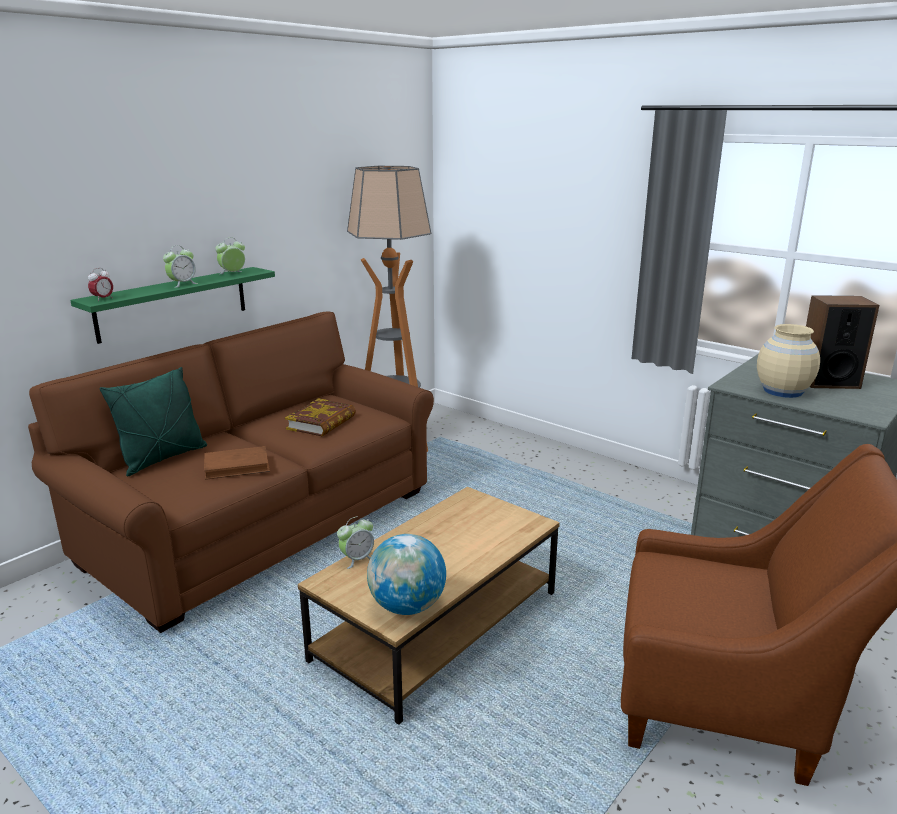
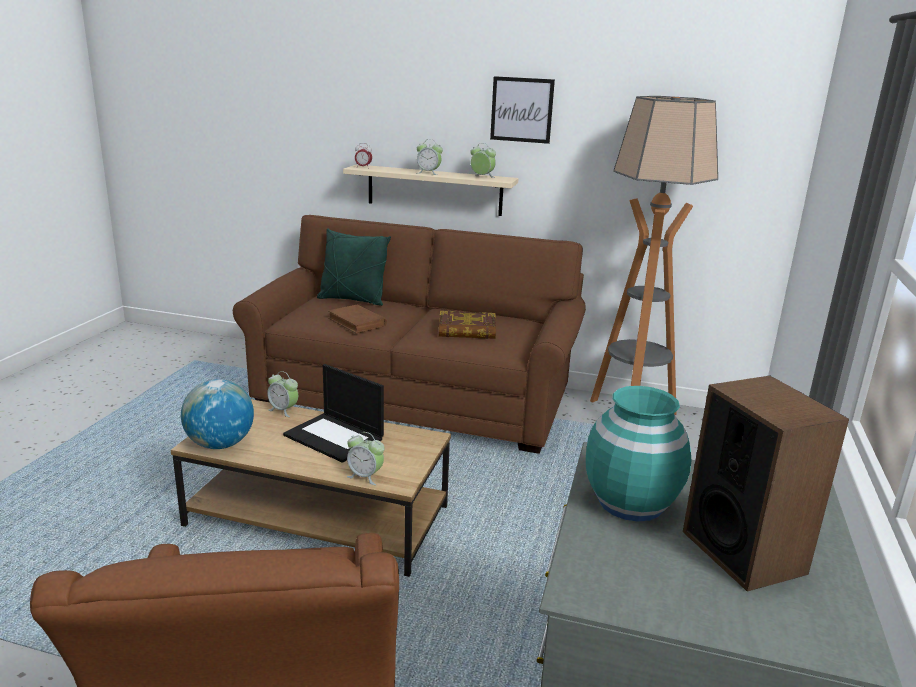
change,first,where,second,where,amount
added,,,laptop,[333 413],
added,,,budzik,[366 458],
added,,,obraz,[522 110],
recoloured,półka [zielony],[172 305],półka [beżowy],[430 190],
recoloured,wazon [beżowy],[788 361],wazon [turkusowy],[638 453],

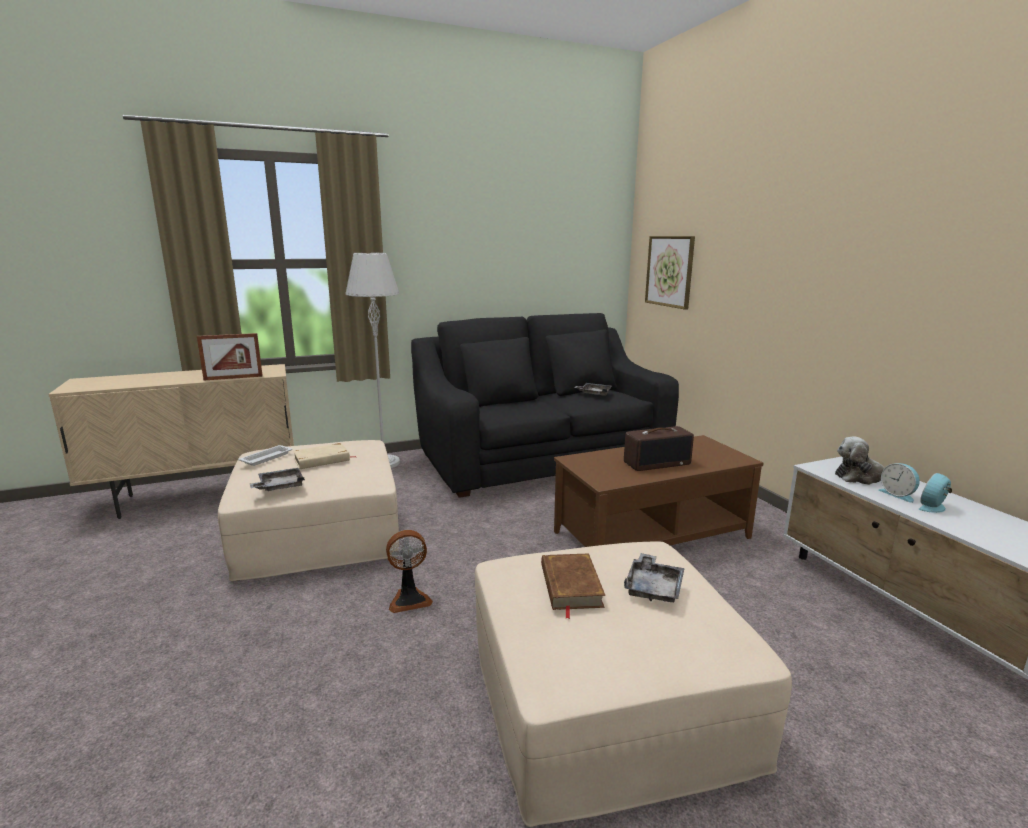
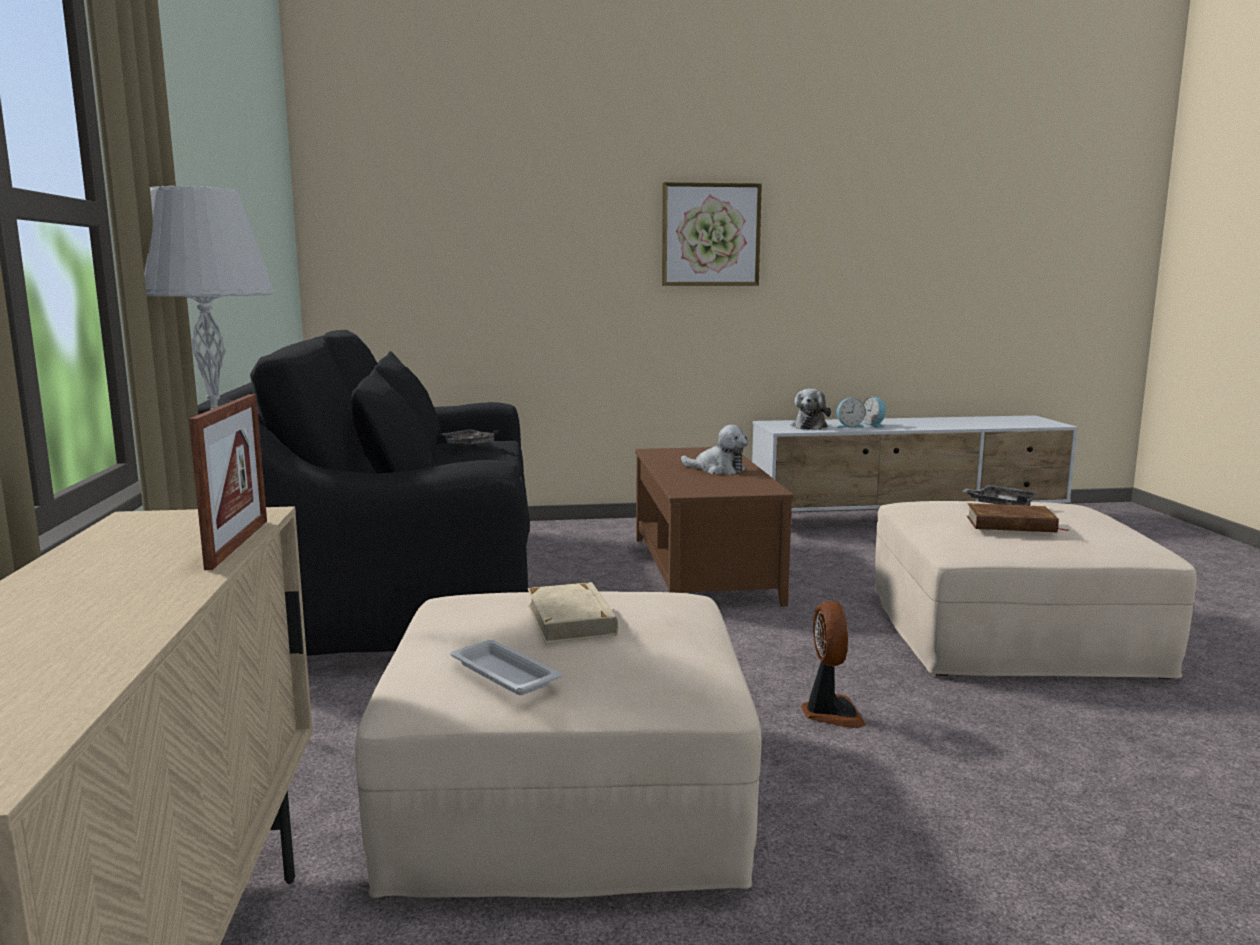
change,first,where,second,where,amount
removed,taca [szary],[277 479],,,
moved,obraz,[670 273],,[712 234],
replaced,radio,[659 448],pluszak,[714 449],

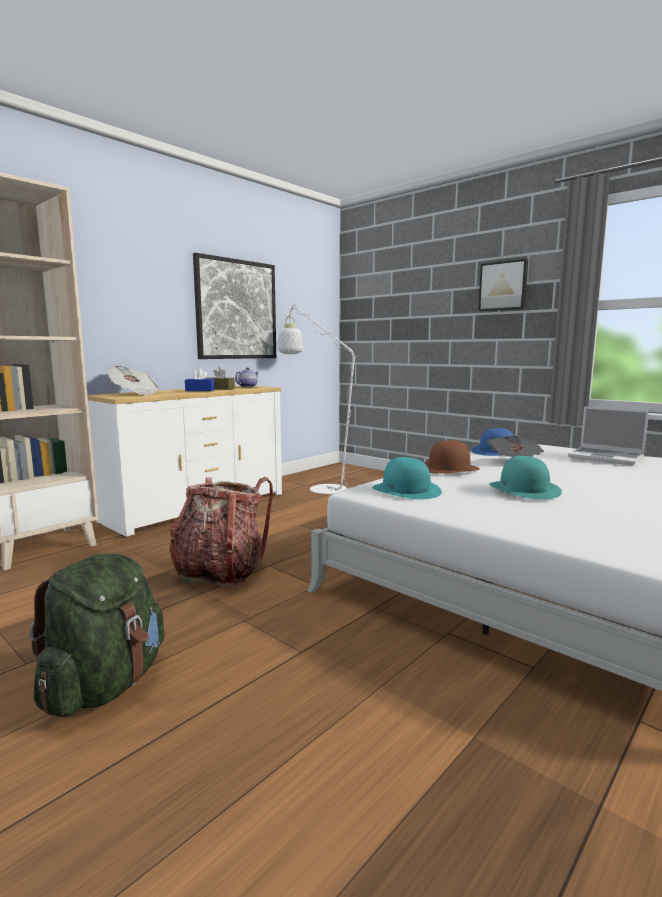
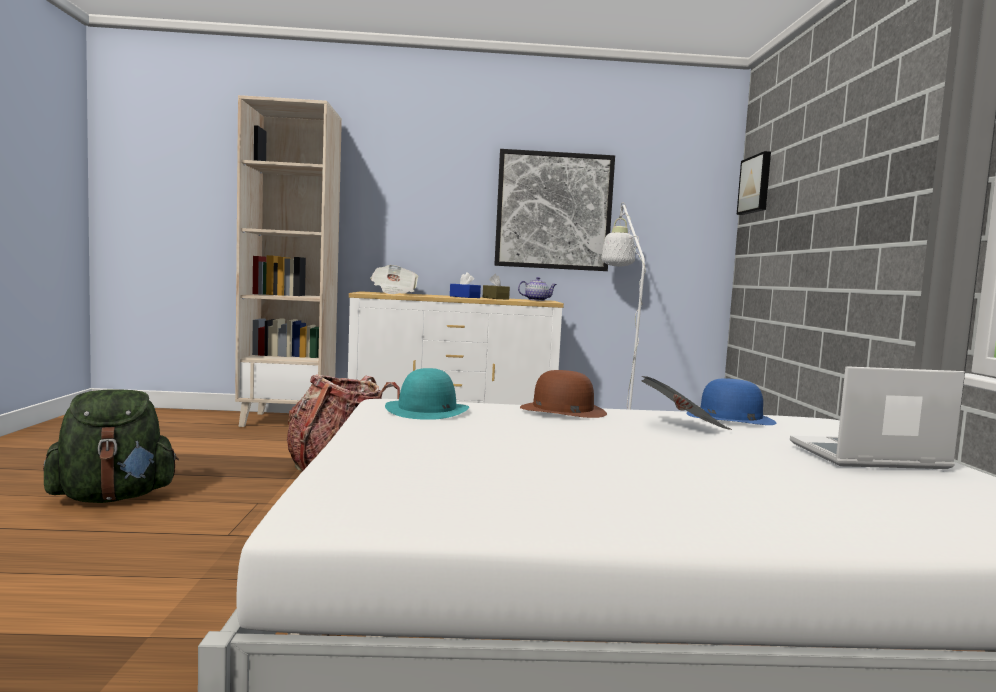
change,first,where,second,where,amount
removed,kapelusz [turkusowy],[525 477],,,
moved,obraz,[503 285],,[754 183],
turned,laptop,[608 436],,[877 417],90 degrees clockwise

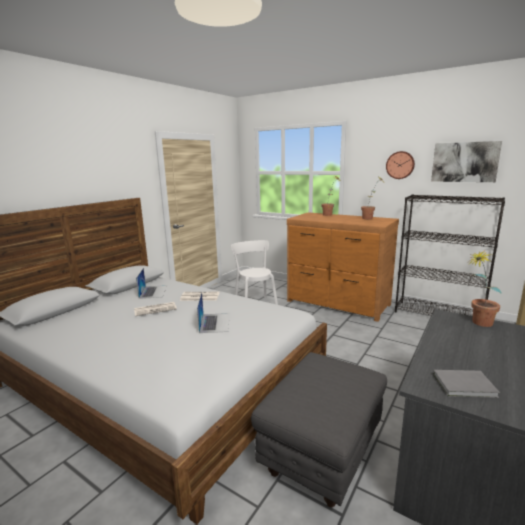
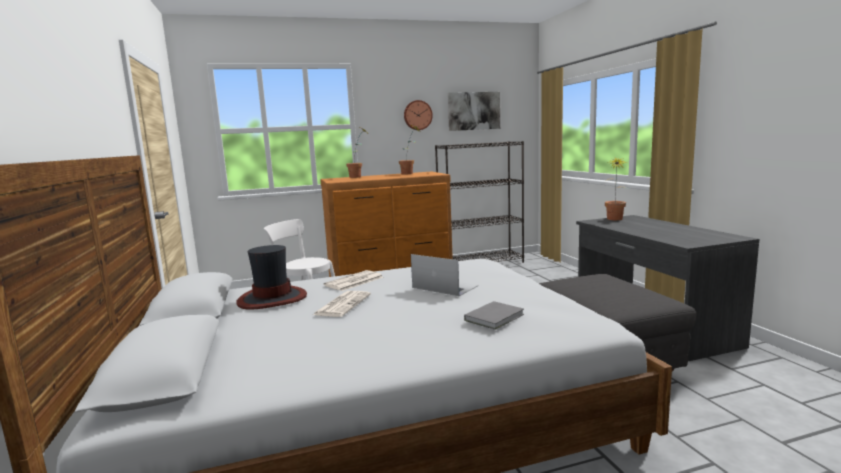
change,first,where,second,where,amount
moved,książka [szary],[466 384],,[494 315],
replaced,laptop,[151 283],kapelusz,[271 277],

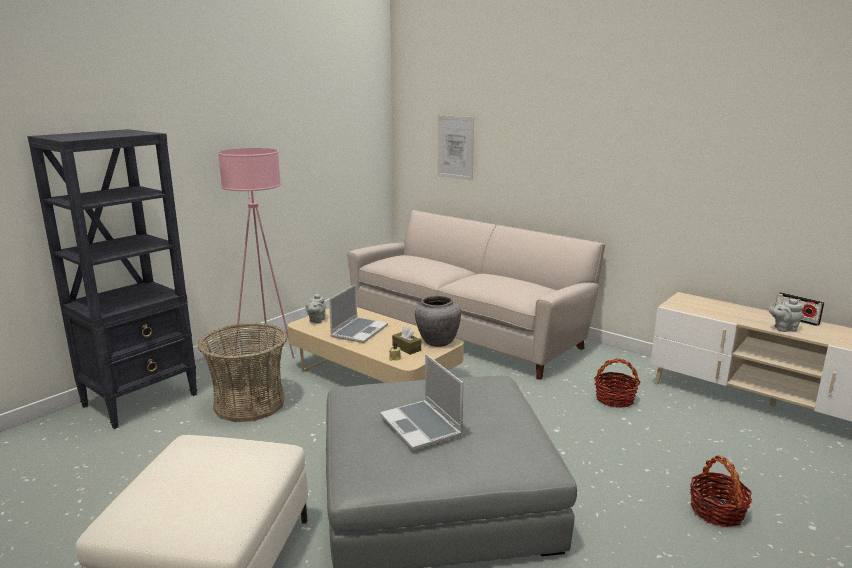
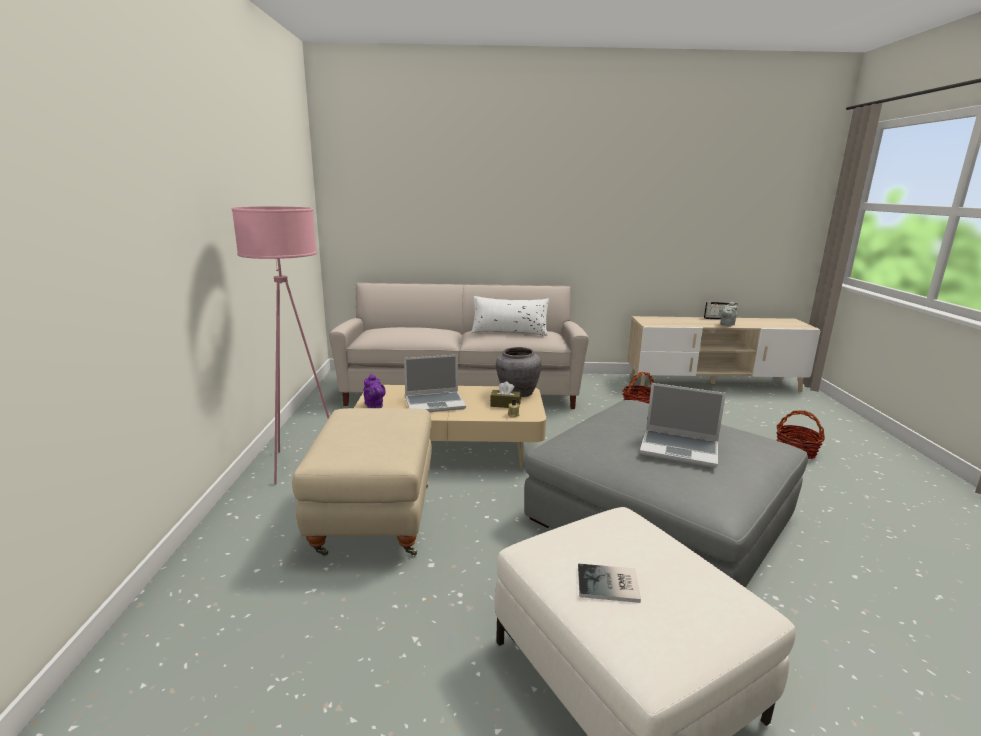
change,first,where,second,where,amount
removed,regał [czarny],[112 279],,,
removed,obraz,[456 148],,,
added,,,poduszka [biały],[510 316],
added,,,książka,[609 583],
replaced,koszyk,[243 372],pufa [beżowy],[362 482],
recoloured,imbryk [szary],[316 308],imbryk [fioletowy],[374 391],
turned,laptop,[358 313],,[435 383],90 degrees clockwise

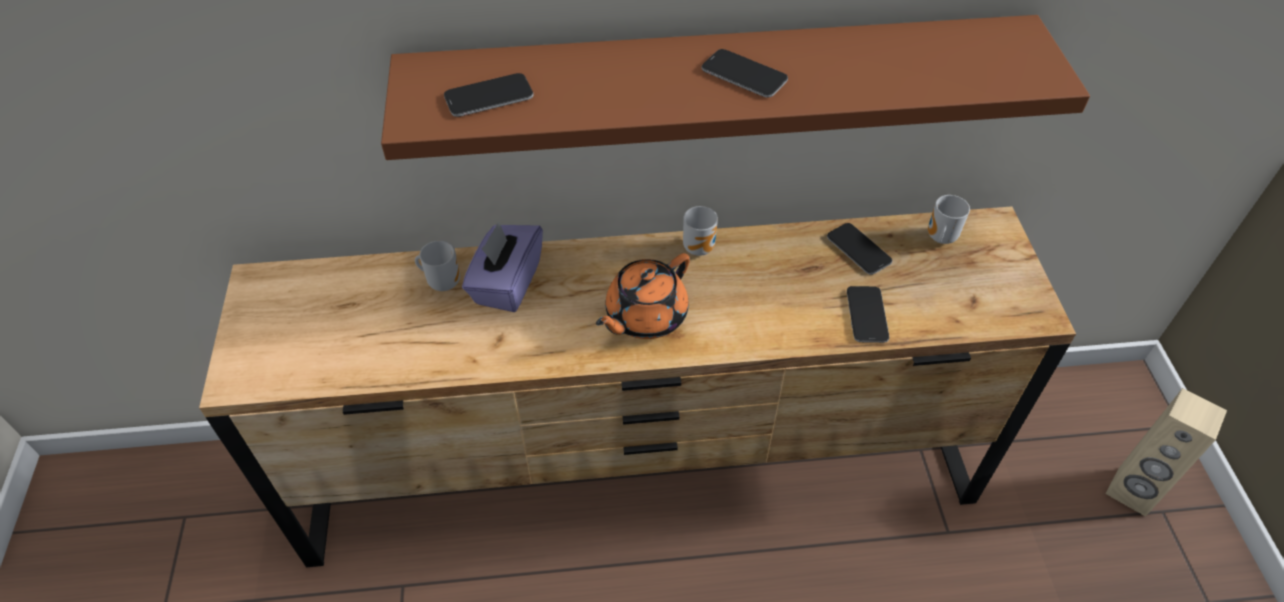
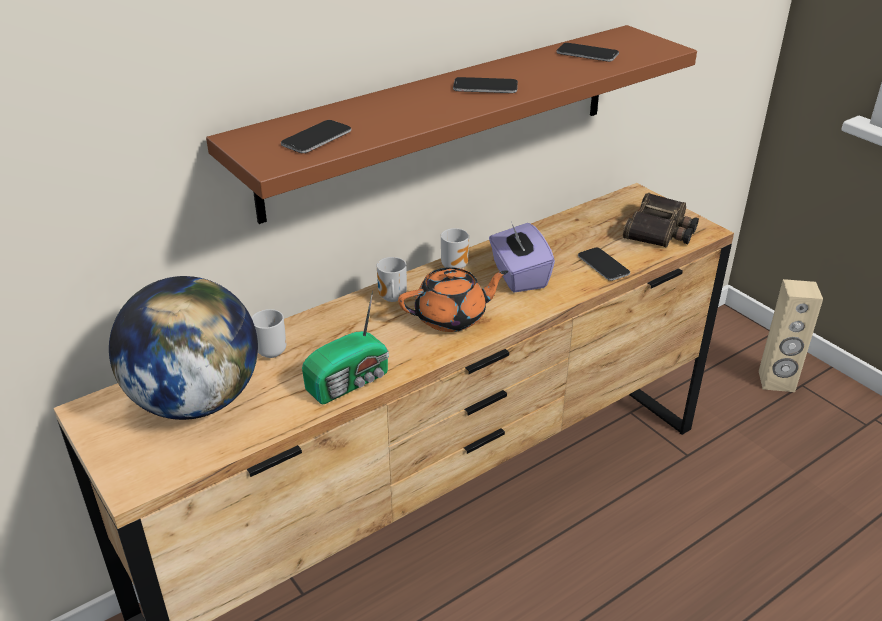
change,first,where,second,where,amount
added,,,globus,[183 348],
added,,,radio,[345 347],
added,,,lornetka,[661 220],
moved,pudełko chusteczek [fioletowy],[502 266],,[522 257],
moved,telefon,[859 249],,[588 52],
moved,kubek,[949 219],,[392 279],
turned,imbryk [pomarańczowy],[643 296],,[453 299],120 degrees counterclockwise

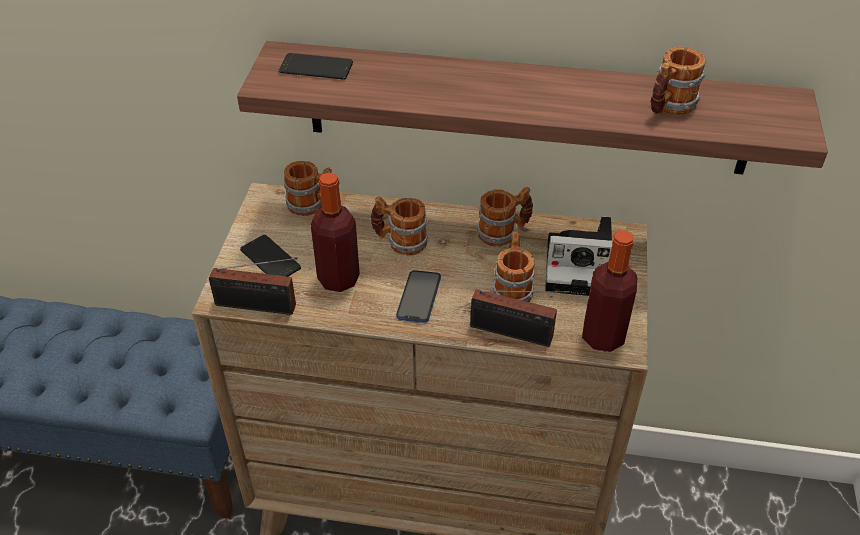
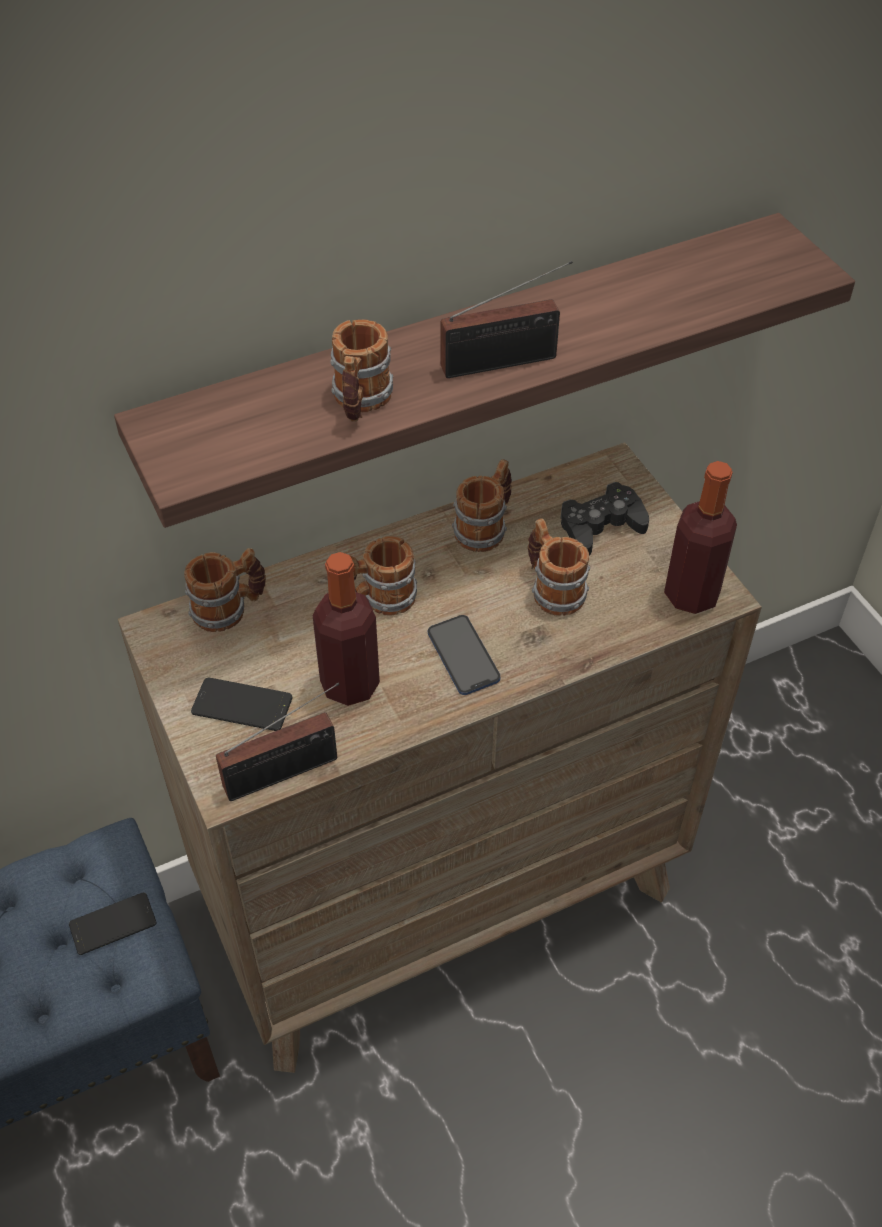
change,first,where,second,where,amount
moved,telefon,[316 66],,[113 923],
moved,radio,[520 318],,[507 319],
moved,kubek,[678 81],,[361 370],
replaced,aparat fotograficzny,[578 256],pad do gier [czarny],[604 519],

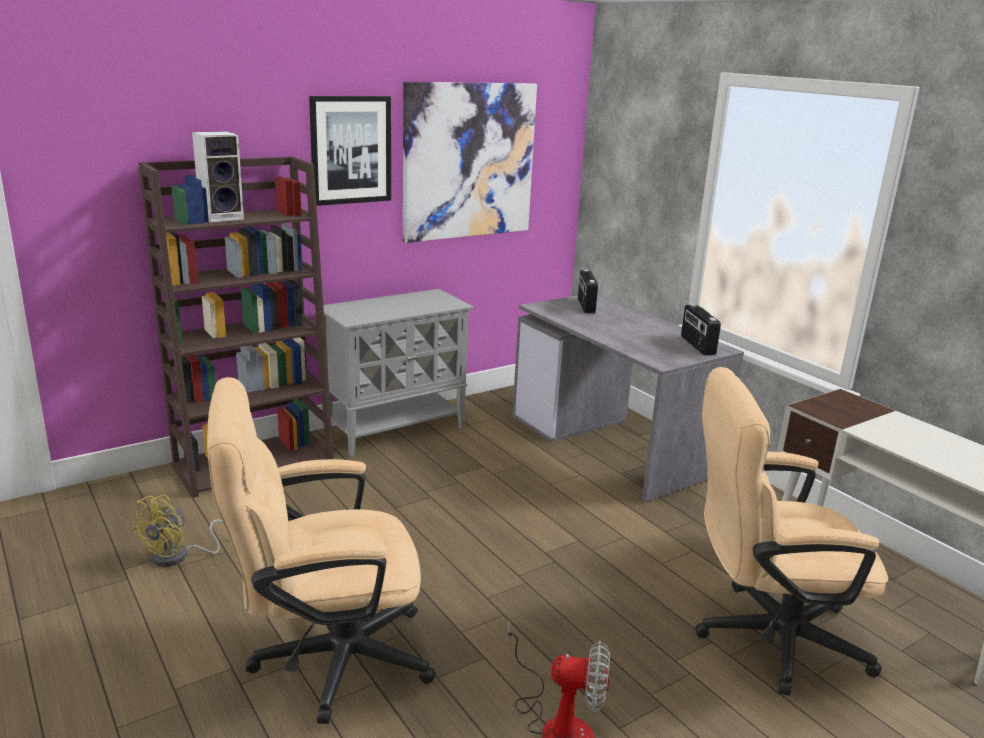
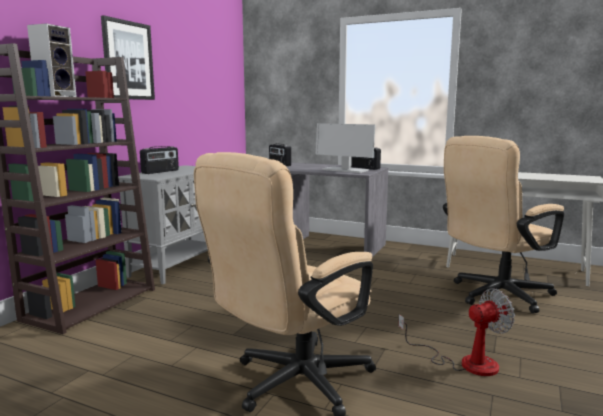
change,first,where,second,where,amount
removed,wentylator [żółty],[177 531],,,
removed,obraz,[470 162],,,
added,,,radio,[159 160],
added,,,monitor,[345 148],

